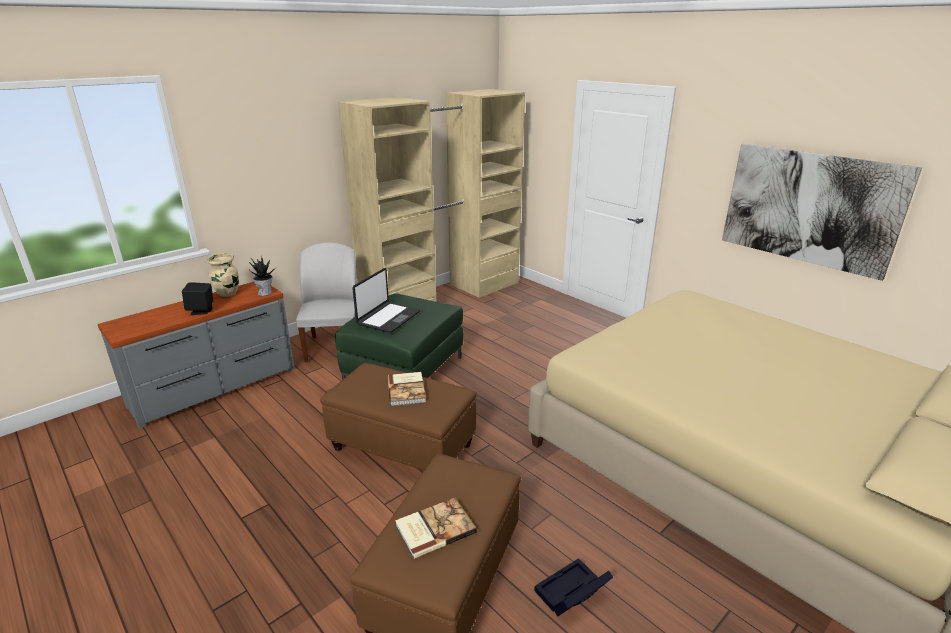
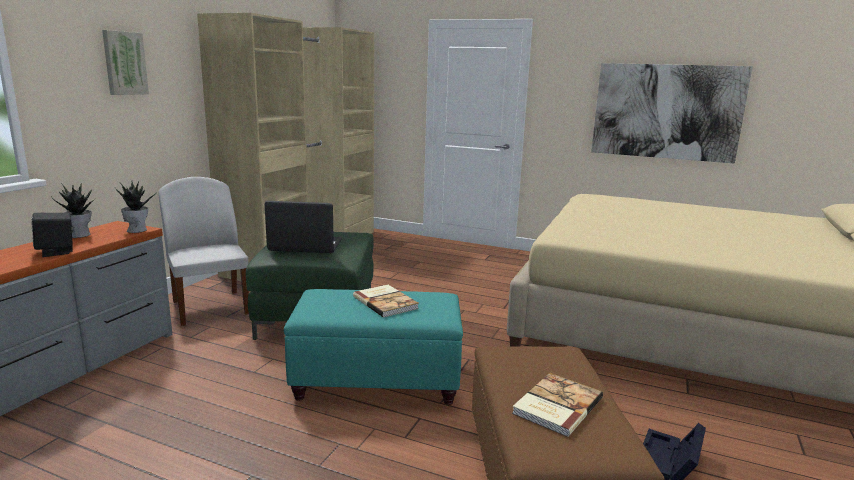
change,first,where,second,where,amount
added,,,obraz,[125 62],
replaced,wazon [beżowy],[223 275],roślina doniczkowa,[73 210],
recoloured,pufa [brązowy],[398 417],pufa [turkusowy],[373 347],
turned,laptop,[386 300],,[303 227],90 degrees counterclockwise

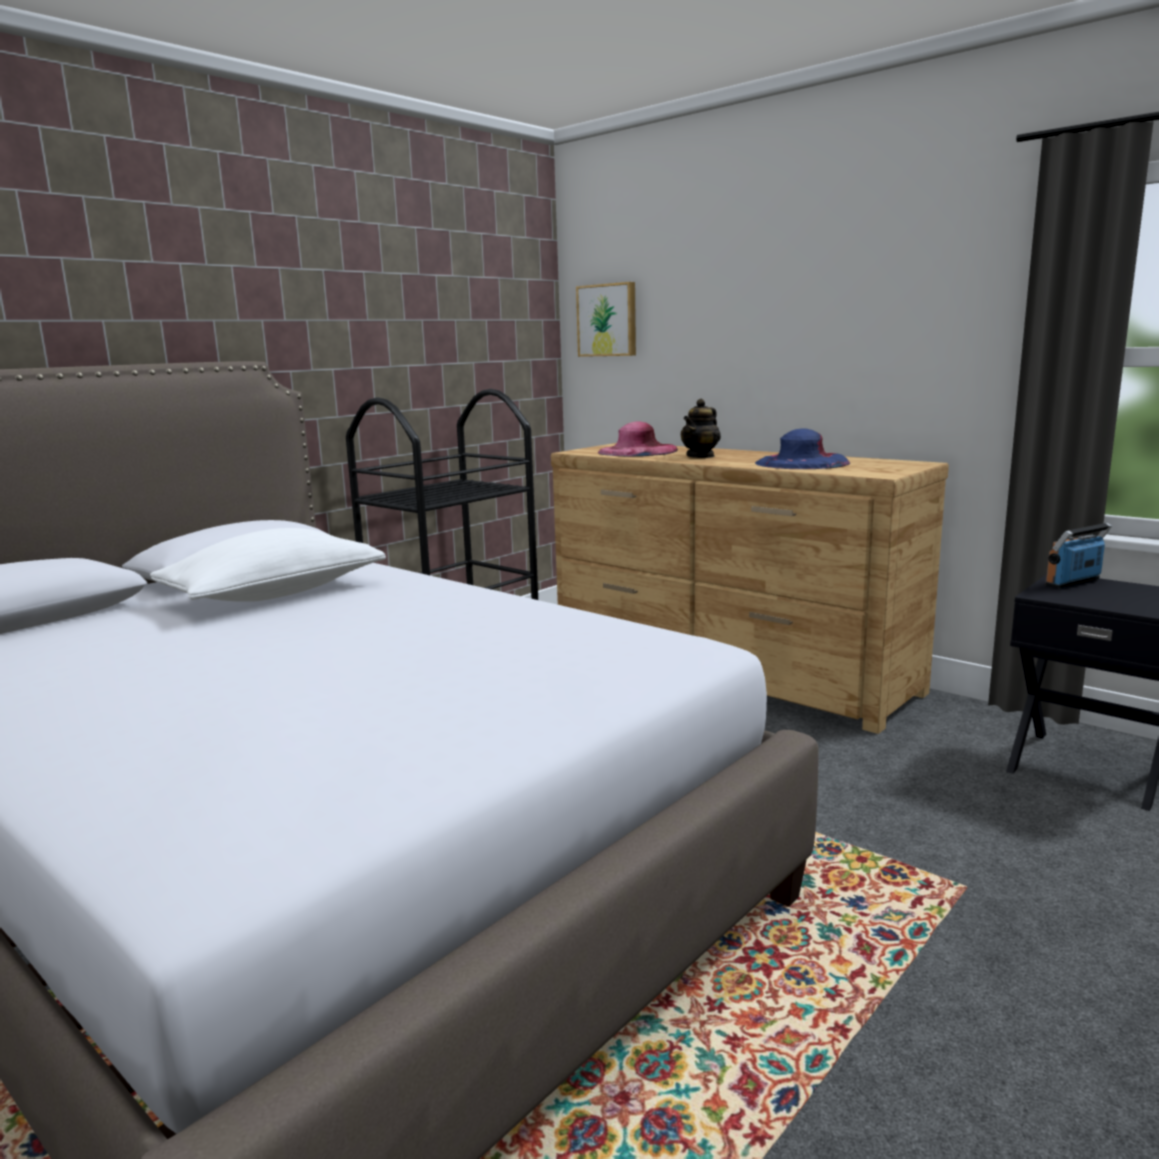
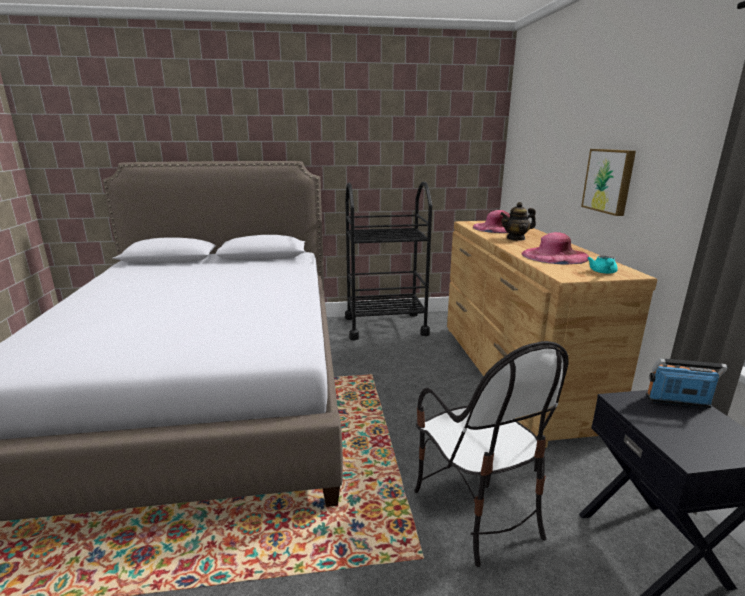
change,first,where,second,where,amount
removed,poduszka [biały],[268 565],,,
added,,,krzesło,[491 454],
added,,,imbryk [turkusowy],[602 265],
moved,obraz,[606 319],,[608 182],
recoloured,kapelusz [niebieski],[802 449],kapelusz [różowy],[555 248],

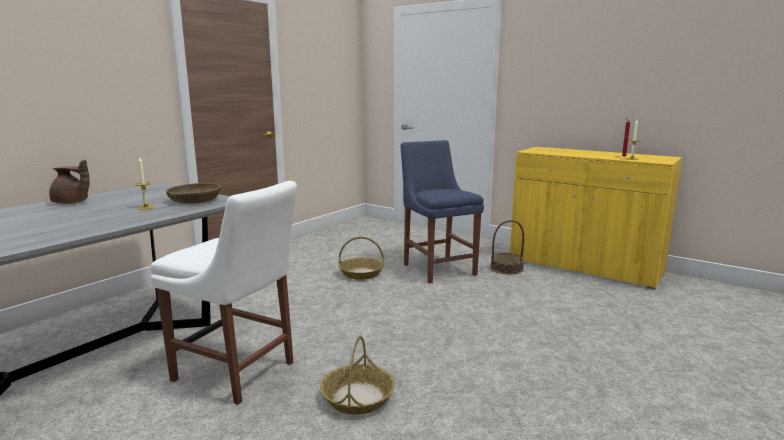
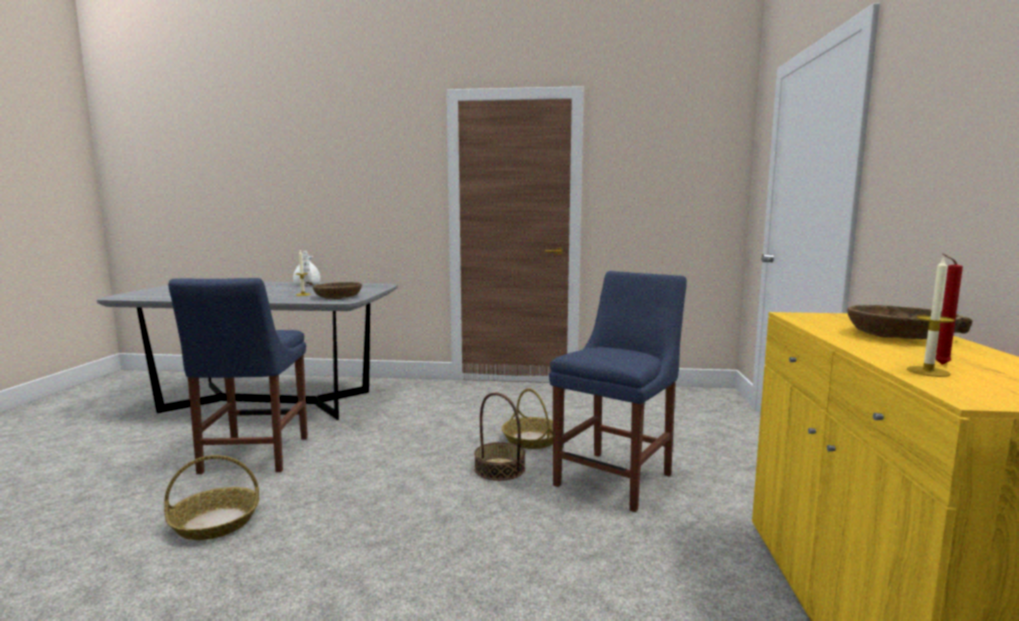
change,first,where,second,where,amount
added,,,miska [brązowy],[909 322],
moved,koszyk,[507 247],,[499 436],
recoloured,imbryk [brązowy],[69 181],imbryk [biały],[306 268],
recoloured,krzesło [biały],[224 293],krzesło [niebieski],[238 376],

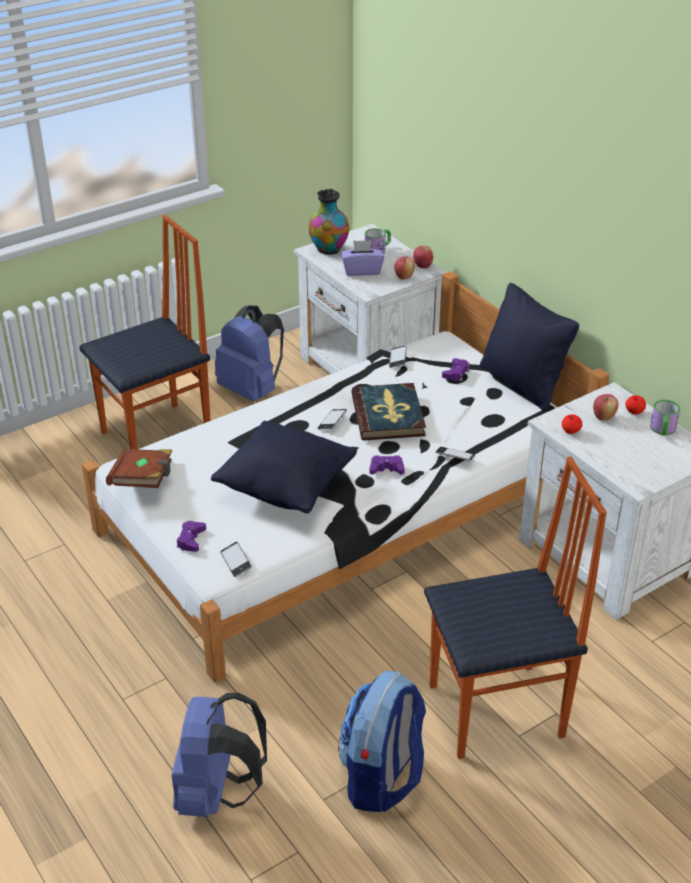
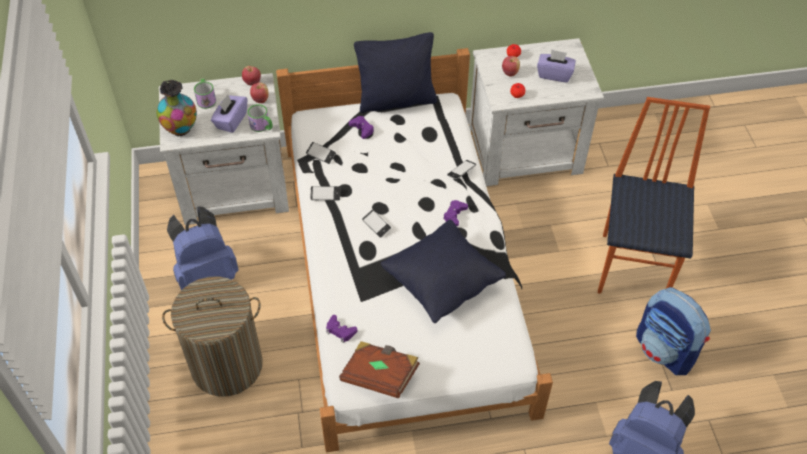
change,first,where,second,where,amount
removed,książka,[388 412],,,
added,,,pudełko chusteczek [fioletowy],[556 65],
moved,pad do gier [fioletowy],[191 536],,[341 329],
moved,telefon,[236 559],,[325 193],
moved,kubek,[665 418],,[260 118],
replaced,krzesło,[145 332],kosz na pranie,[212 336],

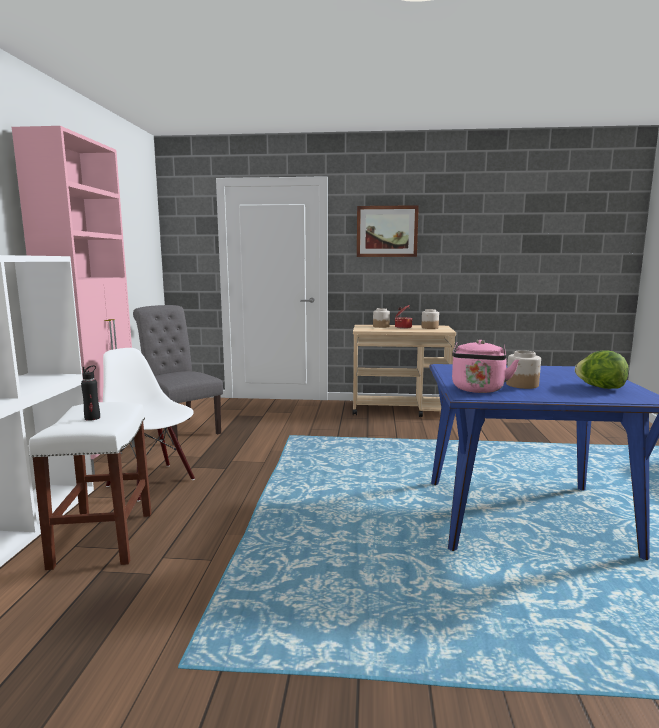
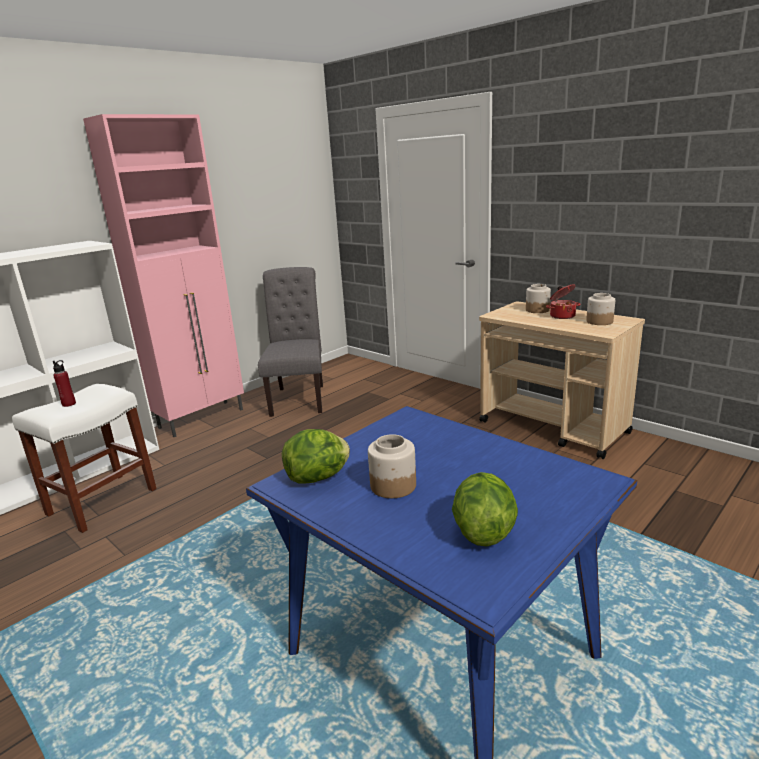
change,first,where,second,where,amount
removed,krzesło [biały],[149 425],,,
removed,obraz,[388 231],,,
replaced,czajnik [różowy],[485 366],sałata,[316 456],
recoloured,butelka [czarny],[90 393],butelka [czerwony],[64 383],

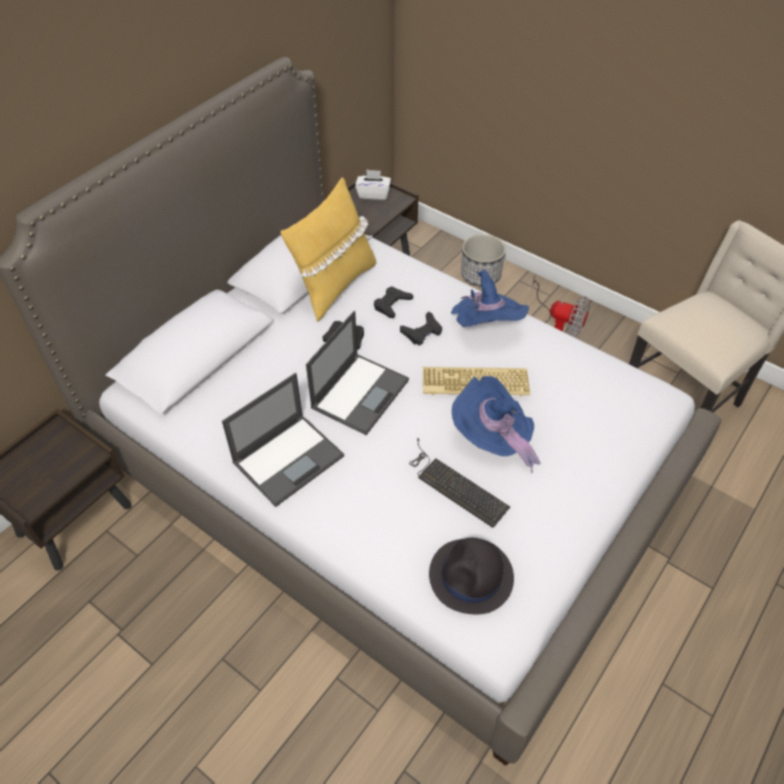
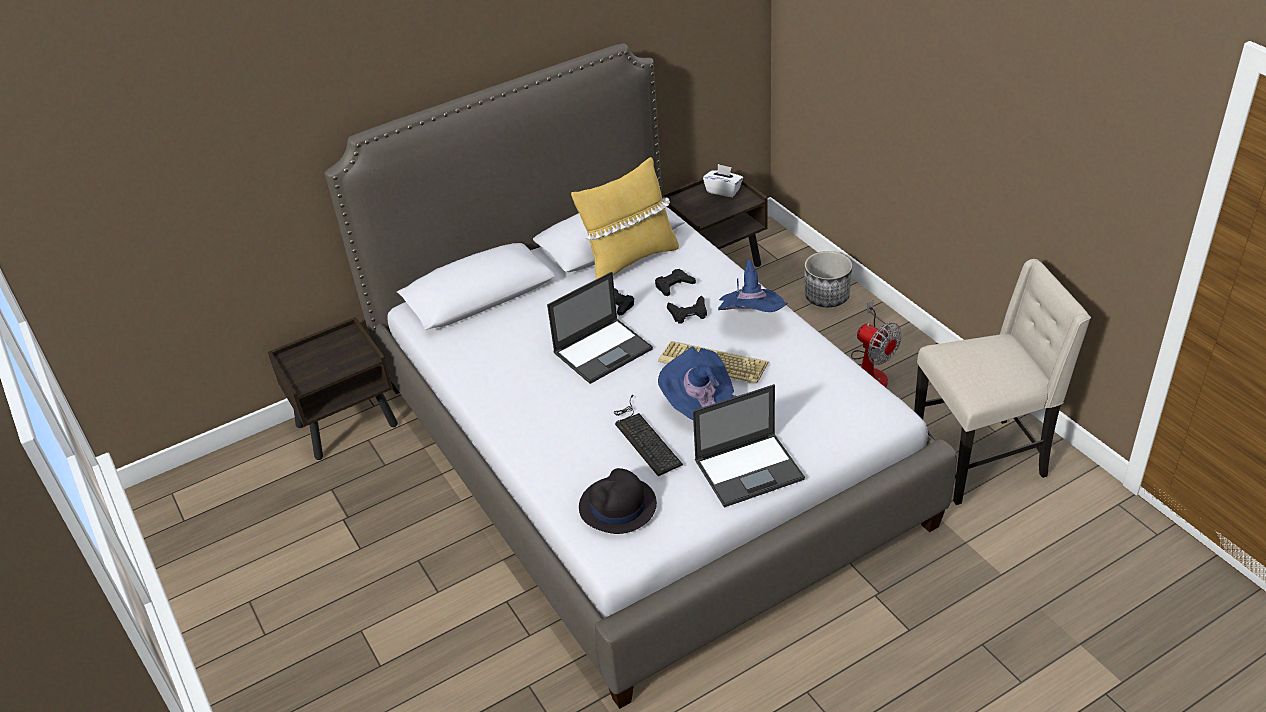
change,first,where,second,where,amount
moved,laptop,[283 440],,[749 446],

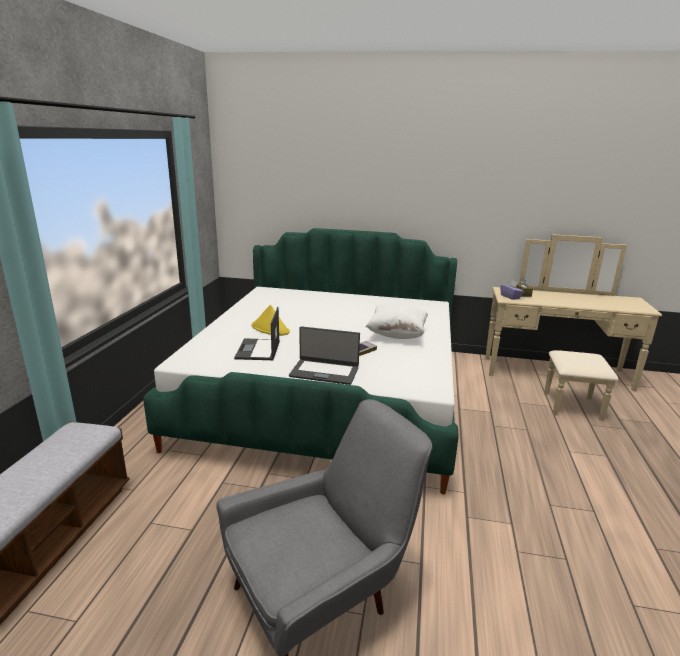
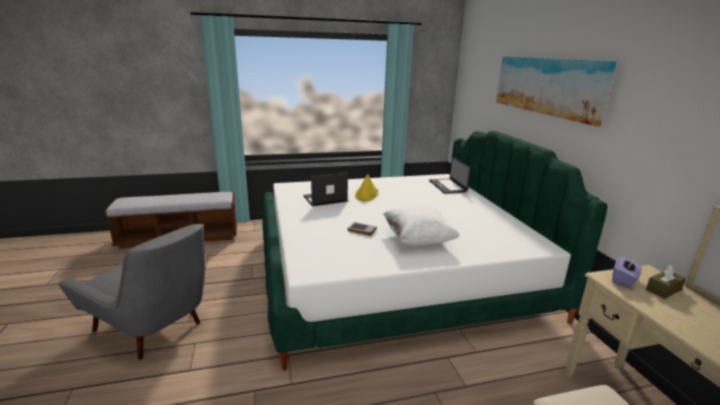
change,first,where,second,where,amount
added,,,obraz,[556 91],
moved,laptop,[324 355],,[450 175],

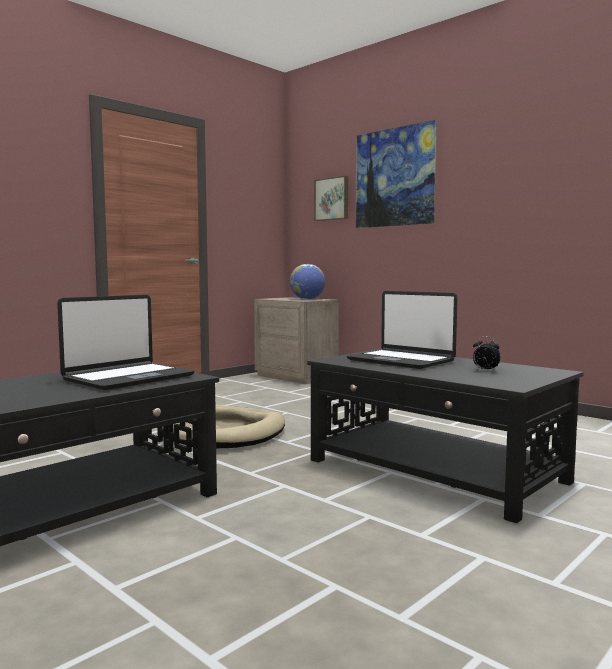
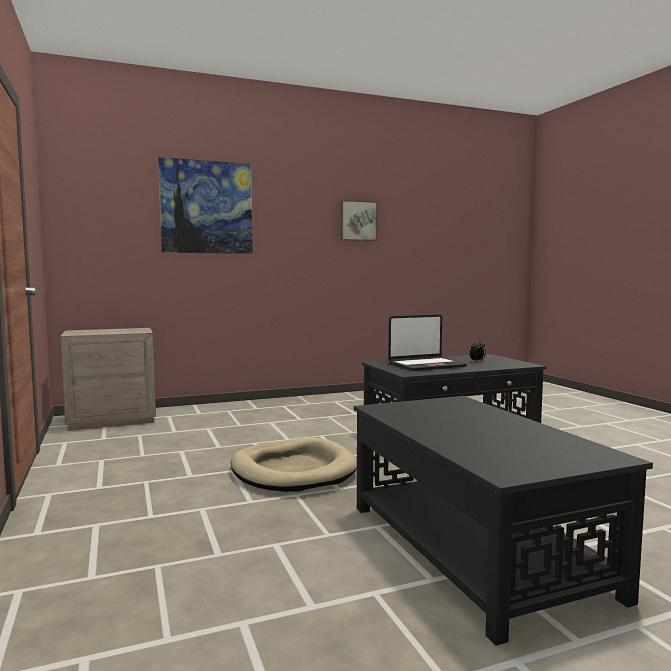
change,first,where,second,where,amount
removed,laptop,[125 342],,,
removed,globus,[307 281],,,
moved,obraz,[331 198],,[359 220],

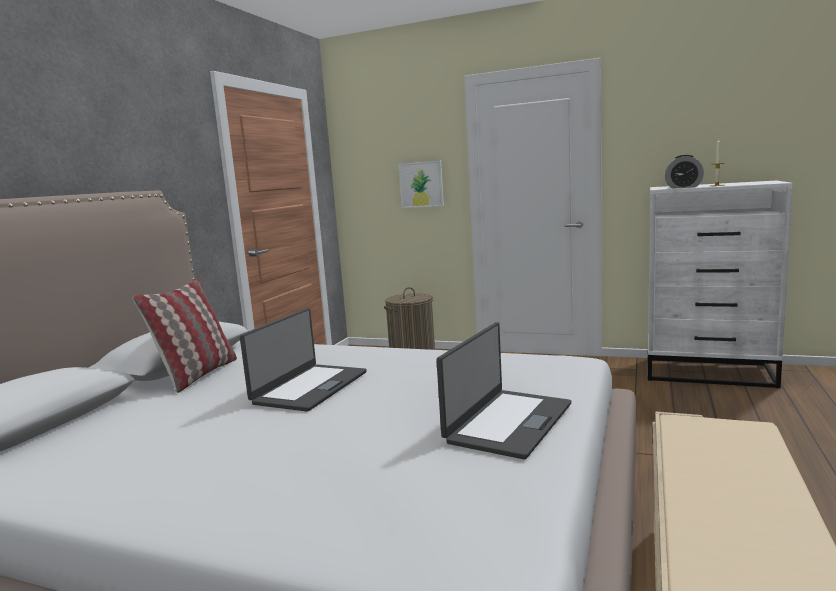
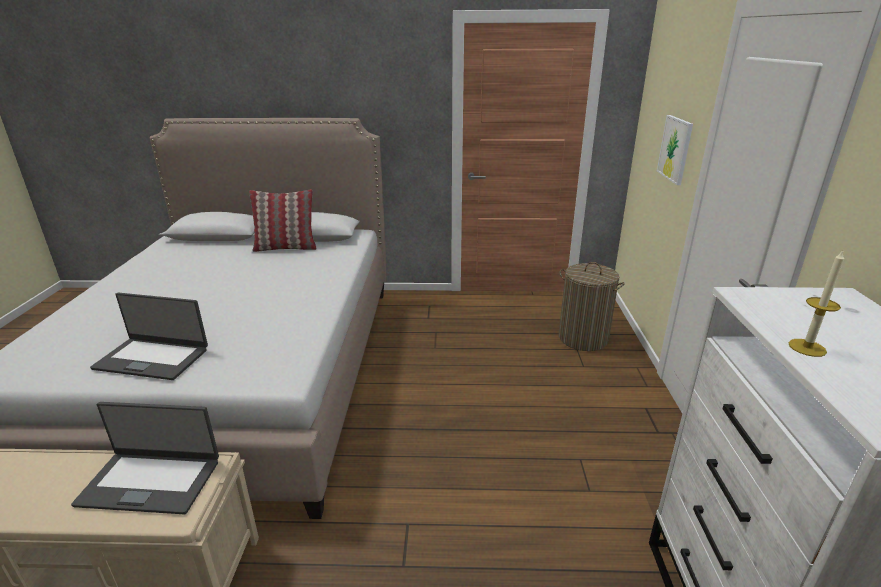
change,first,where,second,where,amount
removed,budzik,[684 172],,,
moved,laptop,[303 360],,[145 458],

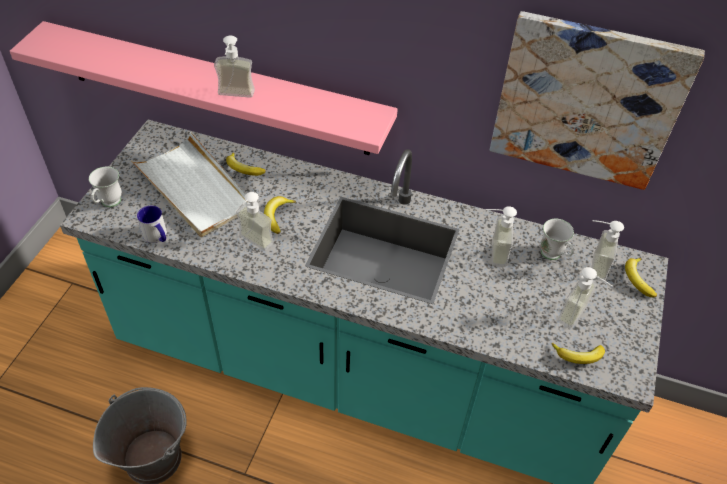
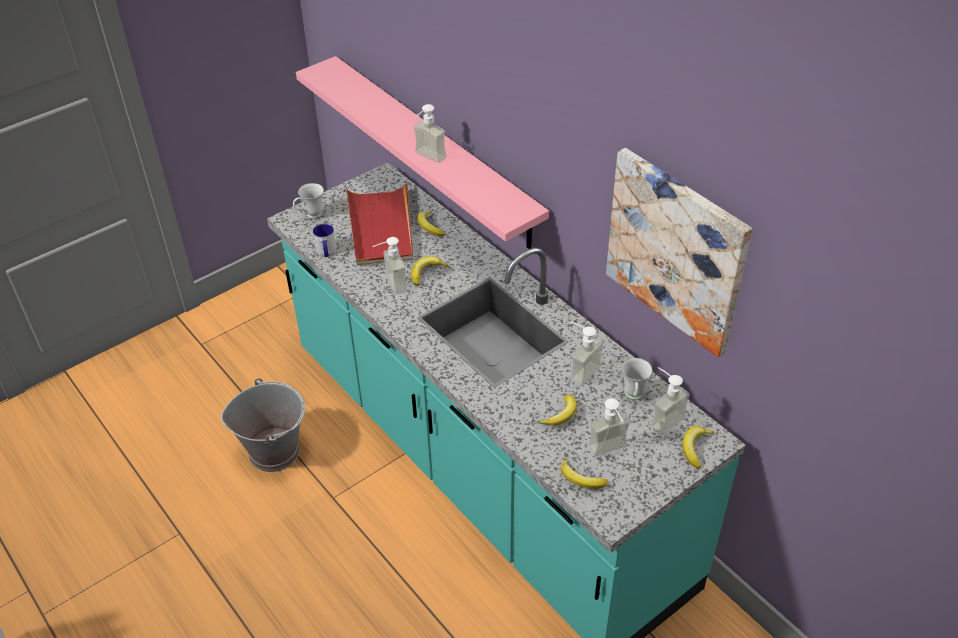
change,first,where,second,where,amount
added,,,banan,[557 410],
recoloured,taca [biały],[188 184],taca [czerwony],[379 223],

